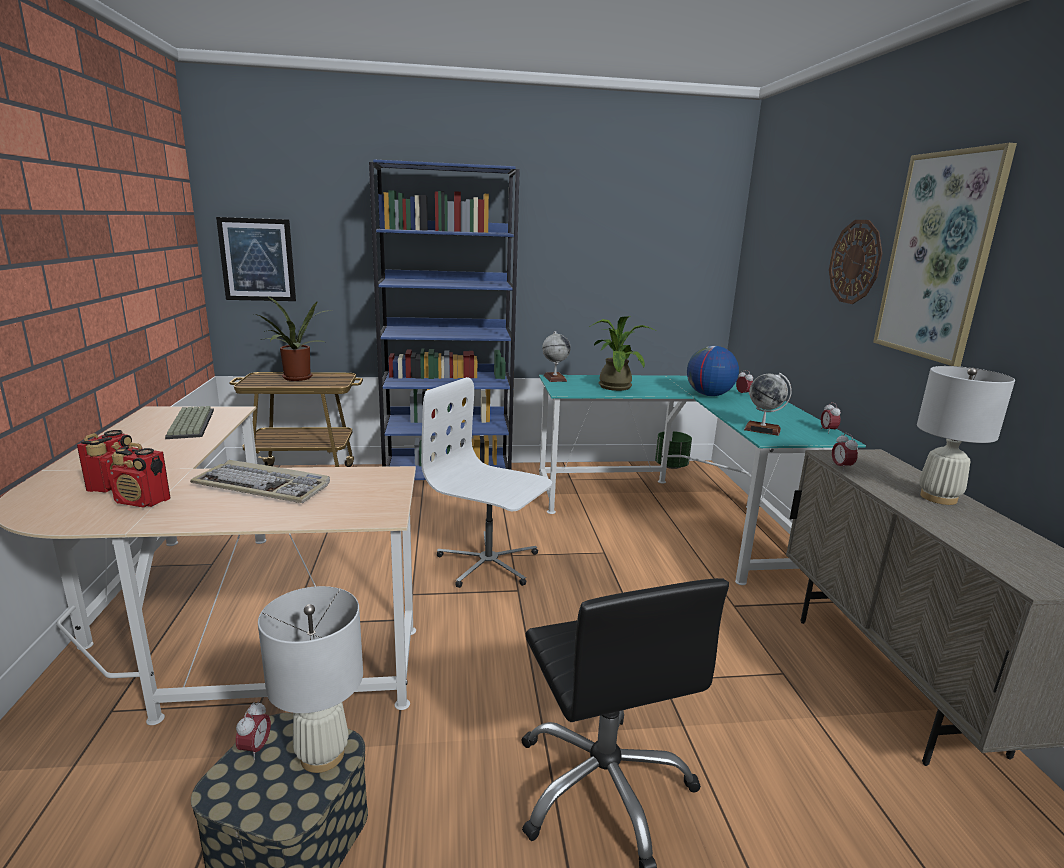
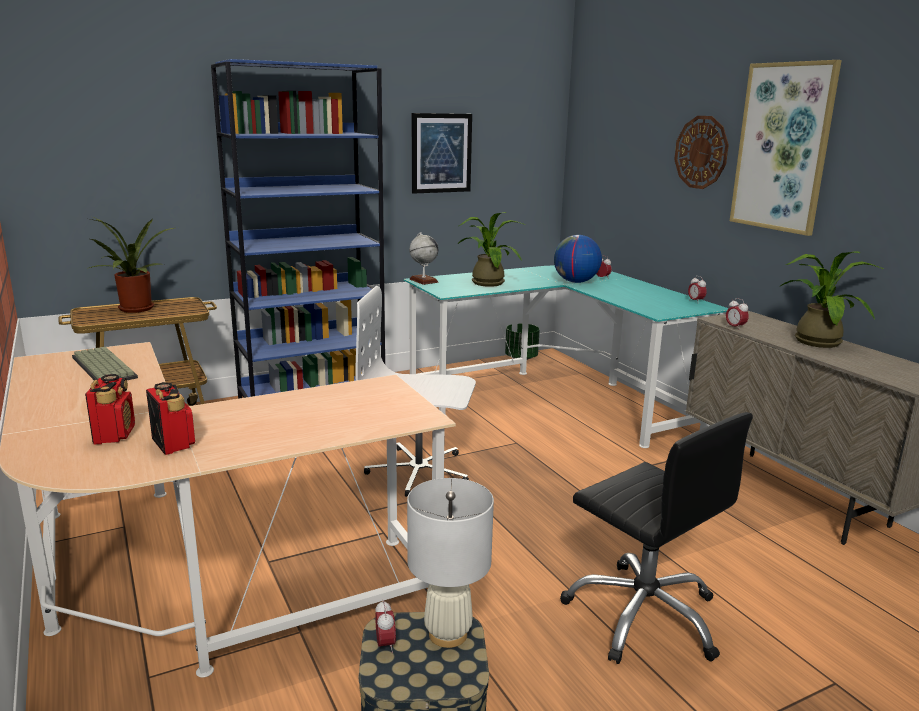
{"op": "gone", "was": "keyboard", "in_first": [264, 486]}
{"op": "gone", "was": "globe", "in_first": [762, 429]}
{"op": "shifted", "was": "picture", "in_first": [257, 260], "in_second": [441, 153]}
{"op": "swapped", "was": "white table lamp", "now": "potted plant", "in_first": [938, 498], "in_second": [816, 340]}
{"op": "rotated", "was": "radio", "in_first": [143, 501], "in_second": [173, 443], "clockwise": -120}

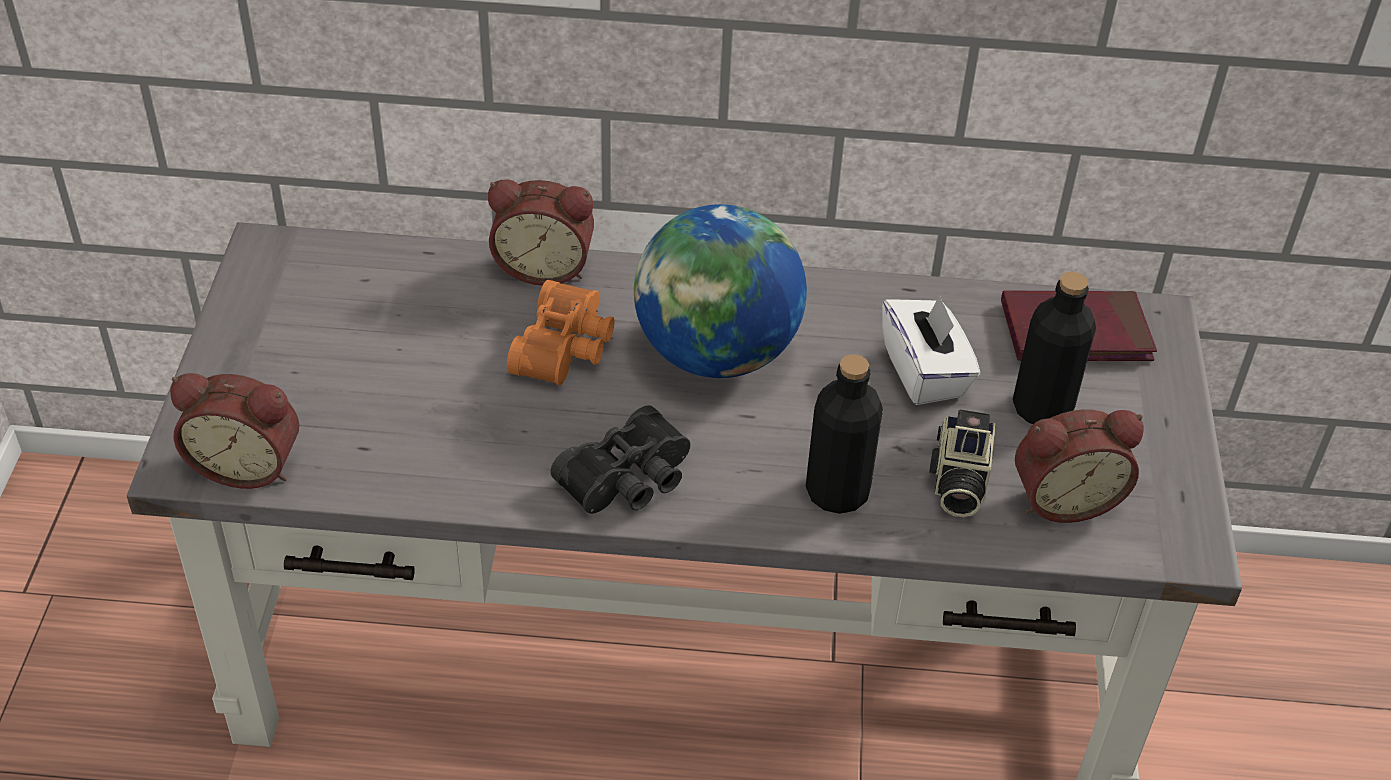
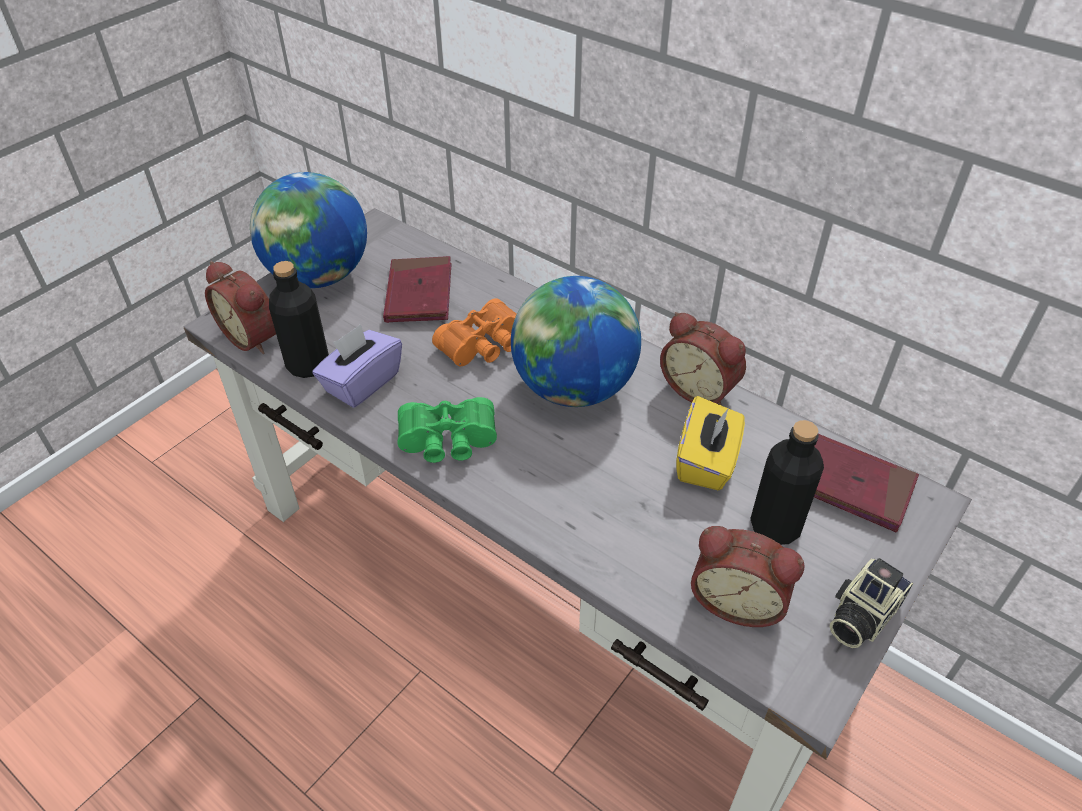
{"op": "new", "now": "globe", "in_second": [319, 276]}
{"op": "new", "now": "purple tissue box", "in_second": [362, 383]}
{"op": "new", "now": "red book", "in_second": [419, 294]}
{"op": "shifted", "was": "alarm clock", "in_first": [544, 266], "in_second": [700, 388]}
{"op": "shifted", "was": "black bottle", "in_first": [837, 492], "in_second": [308, 365]}
{"op": "shifted", "was": "photo camera", "in_first": [957, 483], "in_second": [860, 616]}
{"op": "repainted", "was": "black binoculars", "now": "green binoculars", "in_first": [629, 480], "in_second": [448, 442]}
{"op": "repainted", "was": "white tissue box", "now": "yellow tissue box", "in_first": [925, 372], "in_second": [706, 462]}

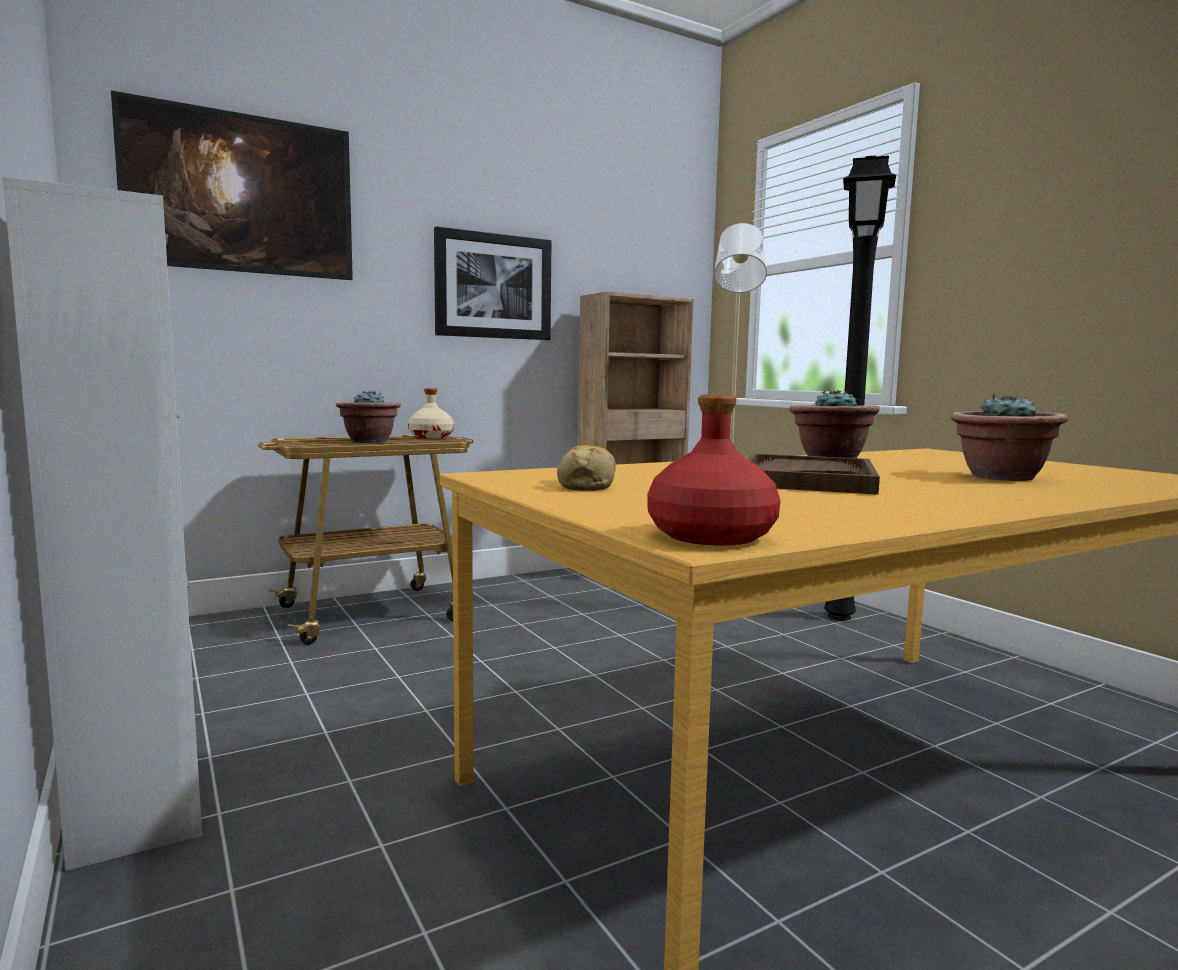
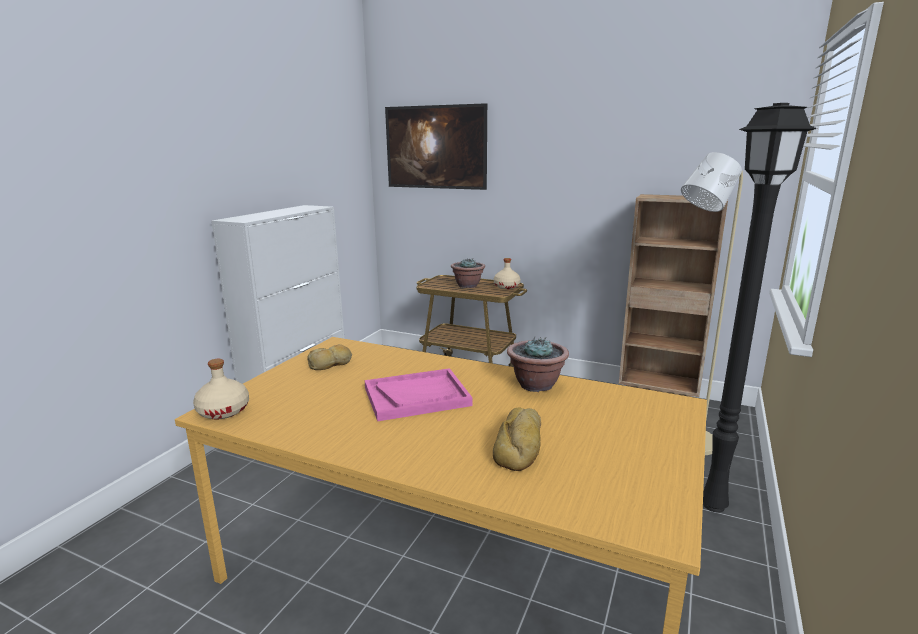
{"op": "gone", "was": "picture", "in_first": [493, 286]}
{"op": "swapped", "was": "potted plant", "now": "bread", "in_first": [1001, 477], "in_second": [521, 445]}
{"op": "repainted", "was": "red bottle", "now": "beige bottle", "in_first": [709, 535], "in_second": [223, 411]}
{"op": "repainted", "was": "brown tray", "now": "pink tray", "in_first": [806, 479], "in_second": [417, 396]}

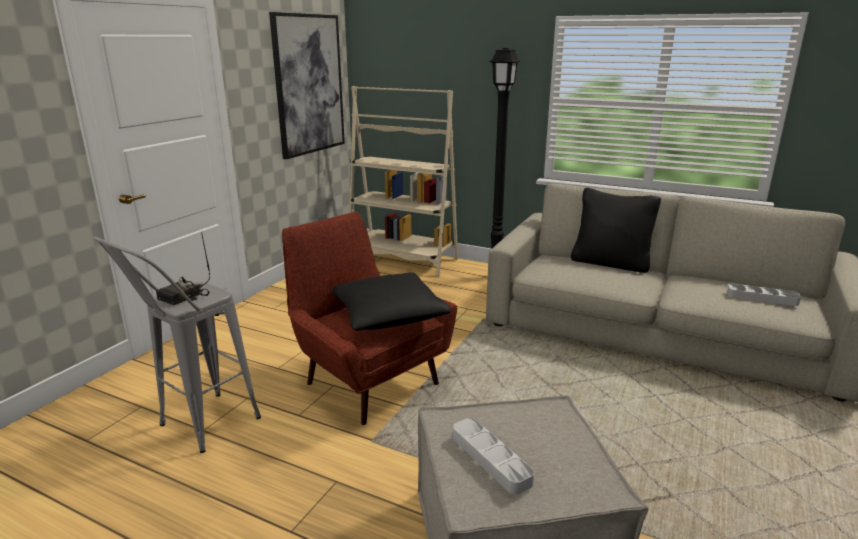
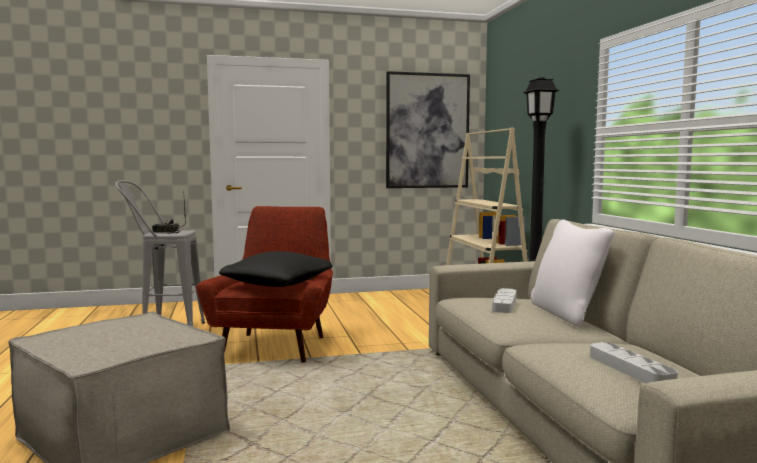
{"op": "shifted", "was": "grey tray", "in_first": [490, 459], "in_second": [504, 304]}
{"op": "repainted", "was": "black pillow", "now": "white pillow", "in_first": [610, 263], "in_second": [567, 314]}

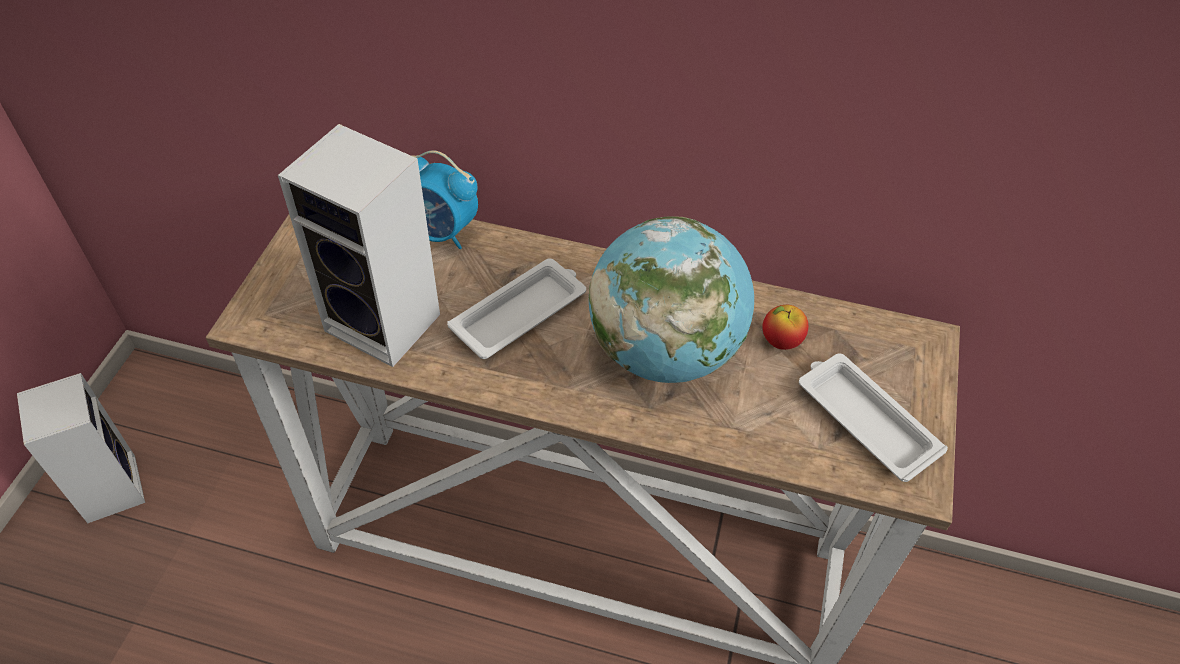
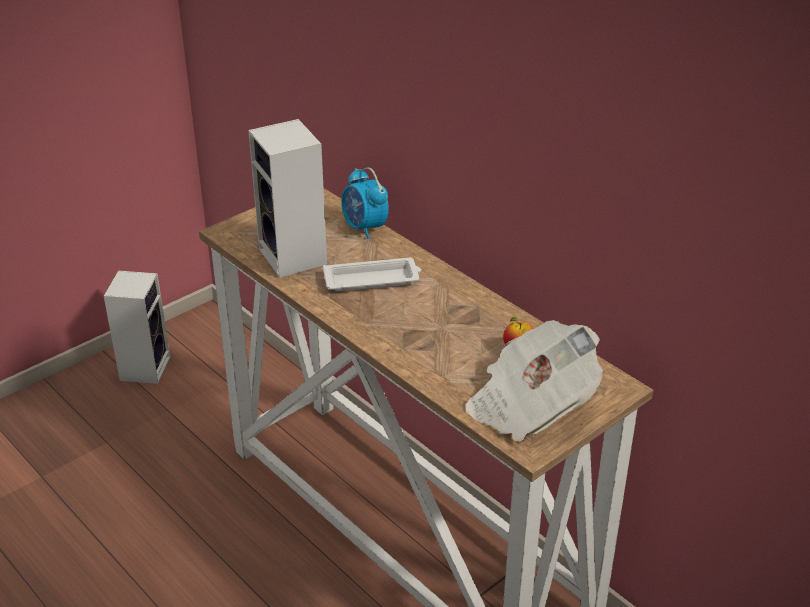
{"op": "gone", "was": "globe", "in_first": [663, 351]}
{"op": "swapped", "was": "white tray", "now": "newspaper", "in_first": [864, 419], "in_second": [530, 406]}

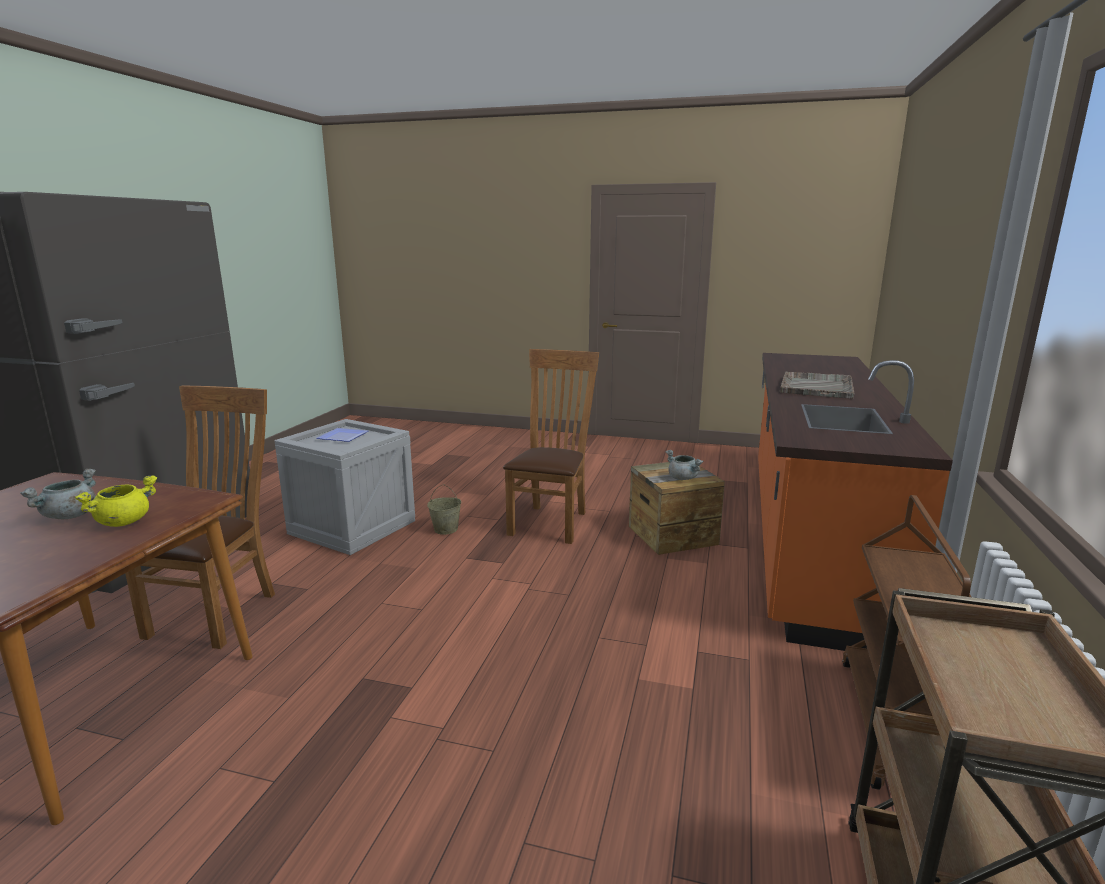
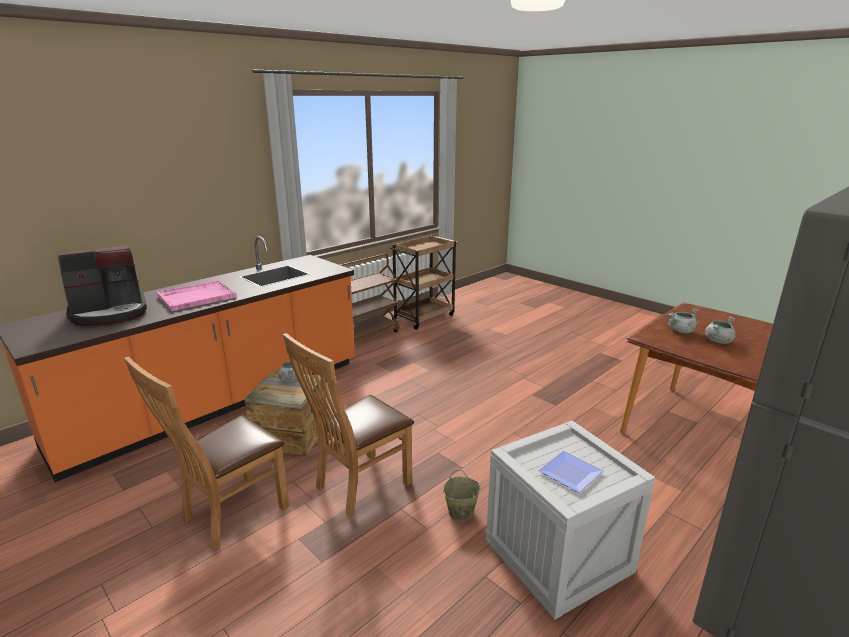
{"op": "new", "now": "coffee machine", "in_second": [110, 313]}
{"op": "shifted", "was": "brown chair", "in_first": [219, 611], "in_second": [229, 514]}
{"op": "repainted", "was": "yellow cooking pot", "now": "grey cooking pot", "in_first": [123, 522], "in_second": [680, 331]}
{"op": "repainted", "was": "grey tray", "now": "pink tray", "in_first": [816, 387], "in_second": [196, 297]}

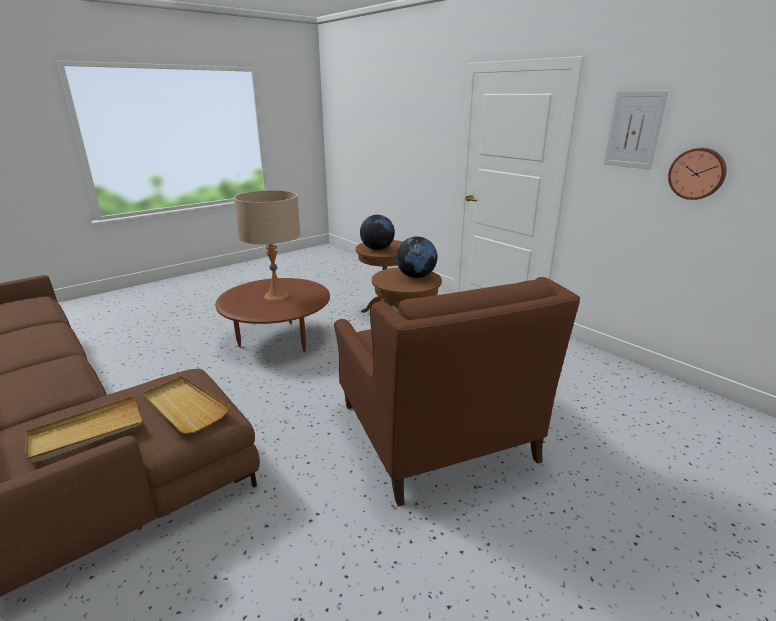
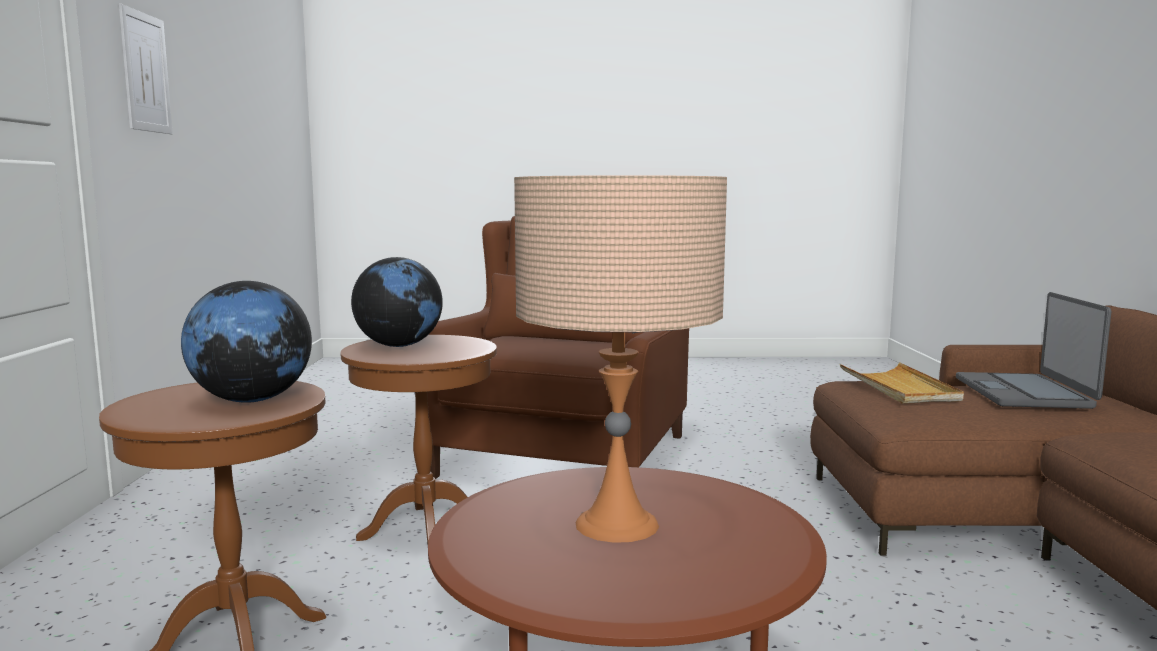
{"op": "gone", "was": "wall clock", "in_first": [697, 173]}
{"op": "swapped", "was": "beige tray", "now": "laptop", "in_first": [86, 432], "in_second": [1024, 393]}

